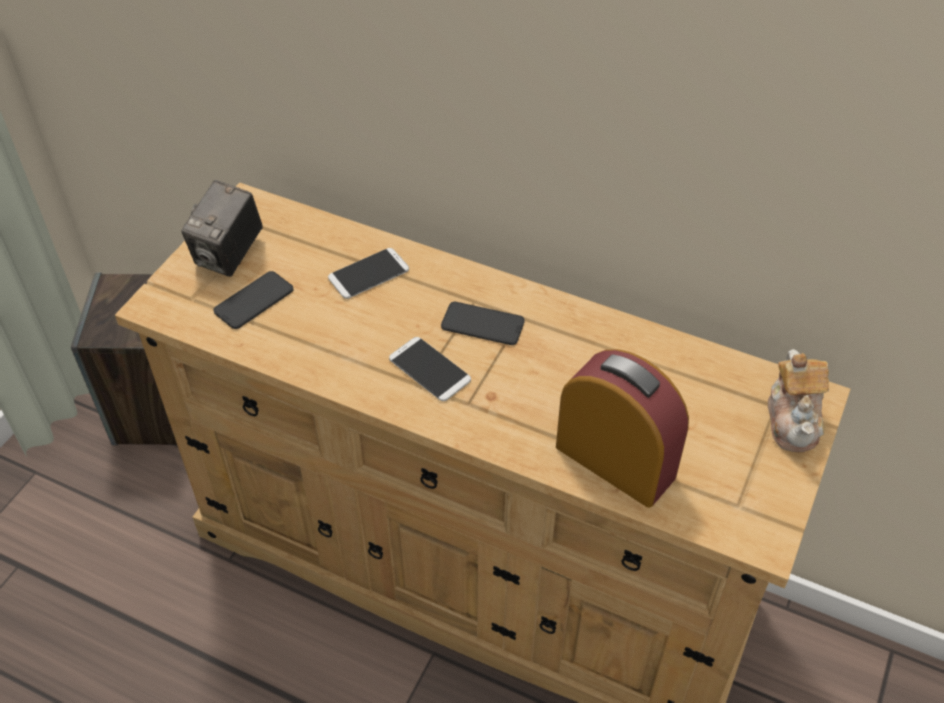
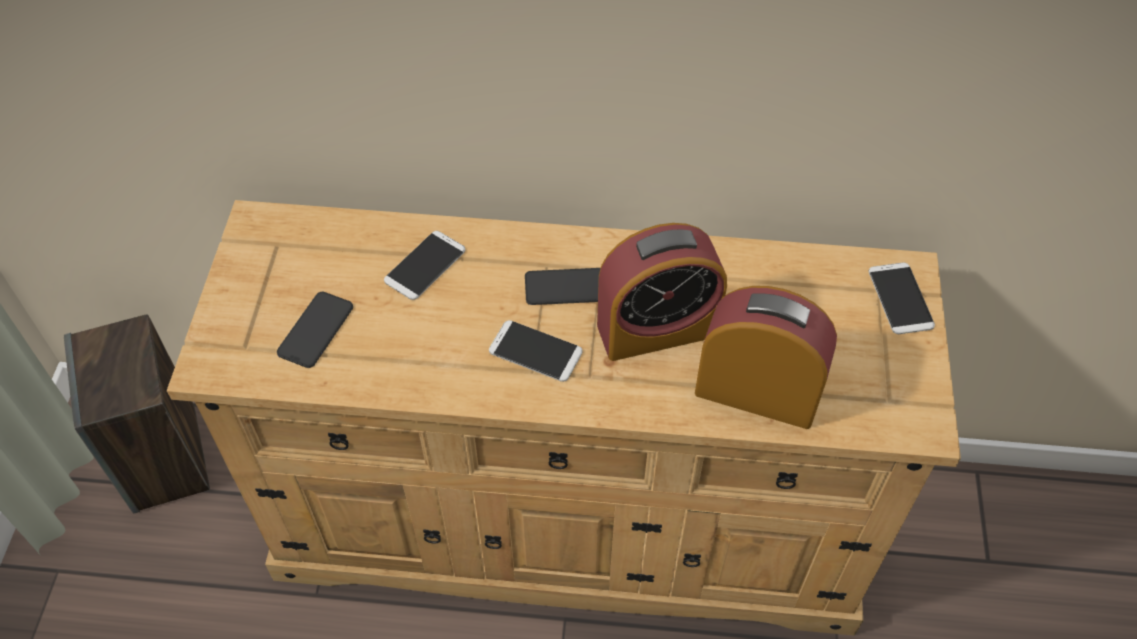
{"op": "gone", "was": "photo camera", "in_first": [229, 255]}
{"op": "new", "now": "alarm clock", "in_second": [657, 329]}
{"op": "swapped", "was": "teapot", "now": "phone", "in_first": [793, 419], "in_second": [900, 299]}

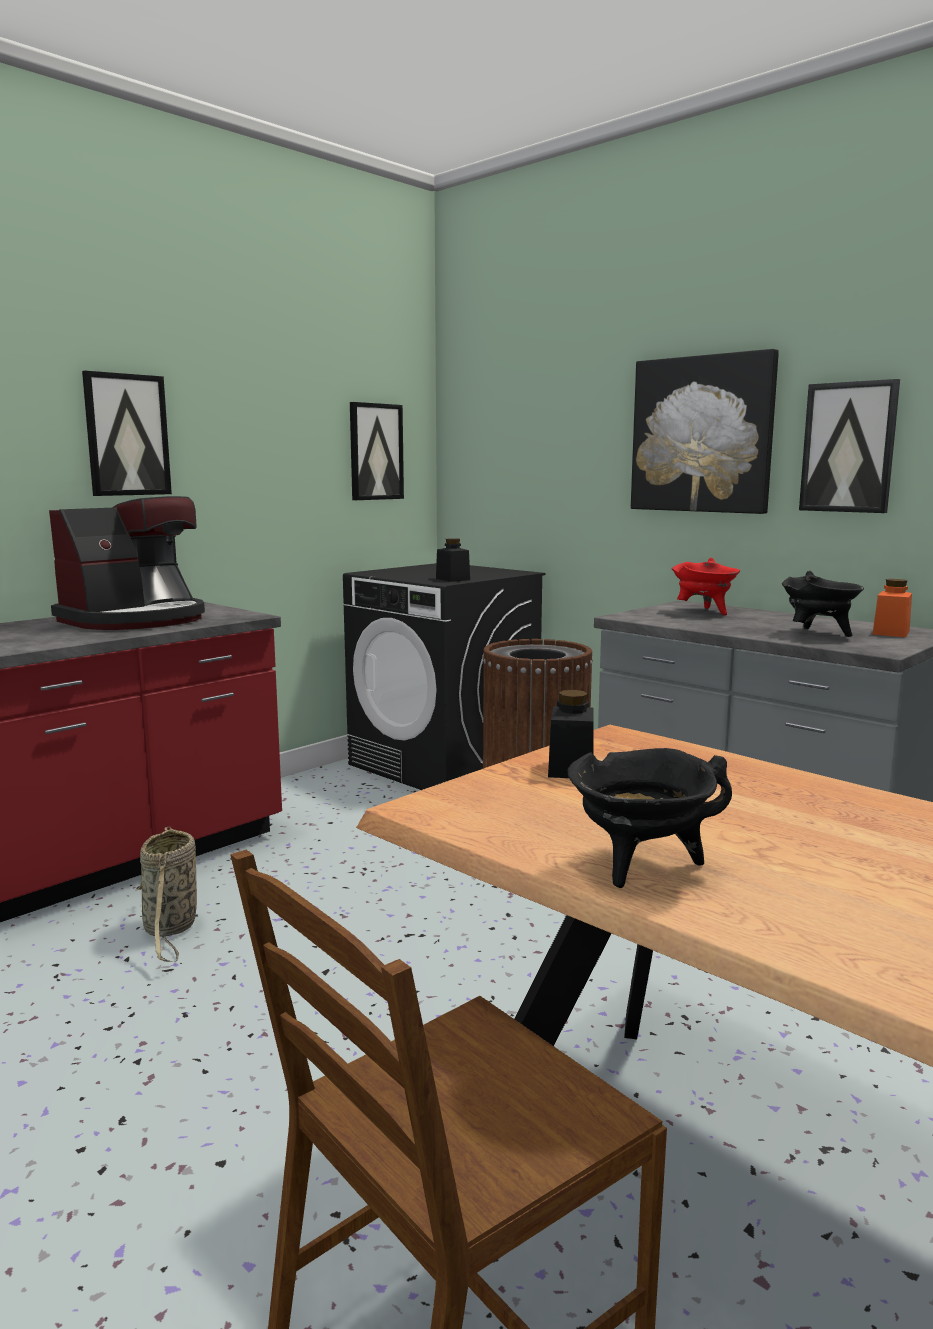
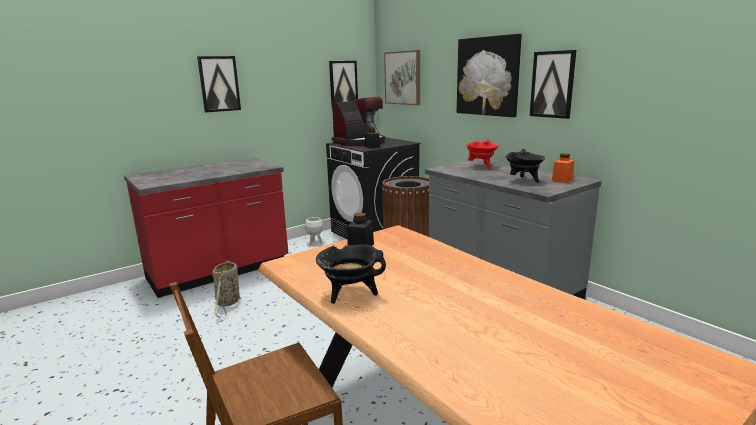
{"op": "new", "now": "white planter", "in_second": [315, 242]}
{"op": "new", "now": "picture", "in_second": [403, 78]}
{"op": "shifted", "was": "coffee machine", "in_first": [135, 620], "in_second": [360, 142]}

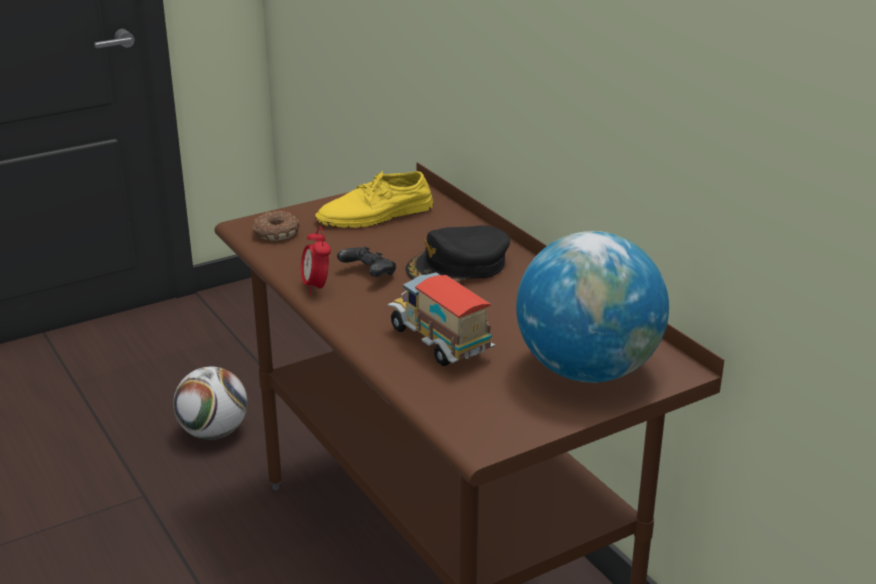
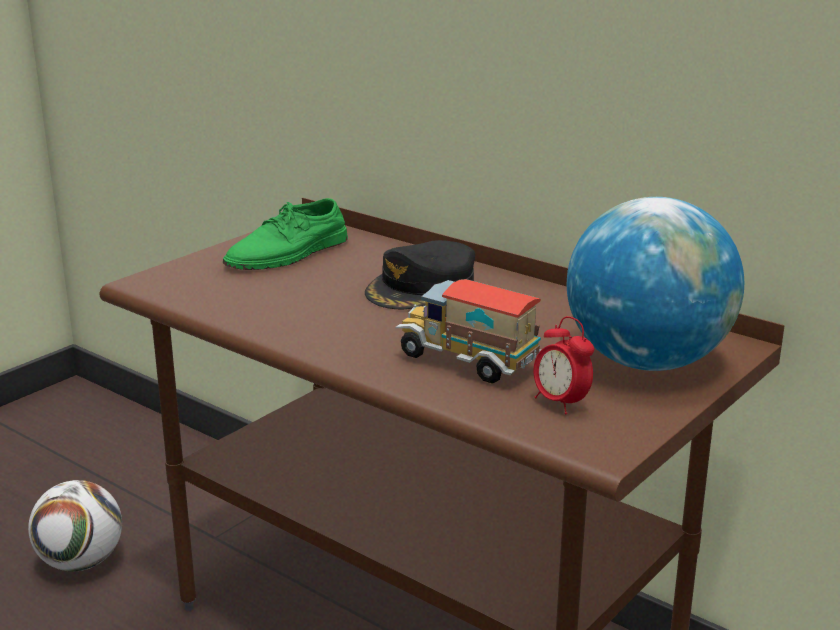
{"op": "gone", "was": "donut", "in_first": [275, 233]}
{"op": "gone", "was": "black game controller", "in_first": [368, 274]}
{"op": "shifted", "was": "alarm clock", "in_first": [316, 287], "in_second": [560, 403]}
{"op": "repainted", "was": "yellow shoe", "now": "green shoe", "in_first": [375, 215], "in_second": [288, 254]}

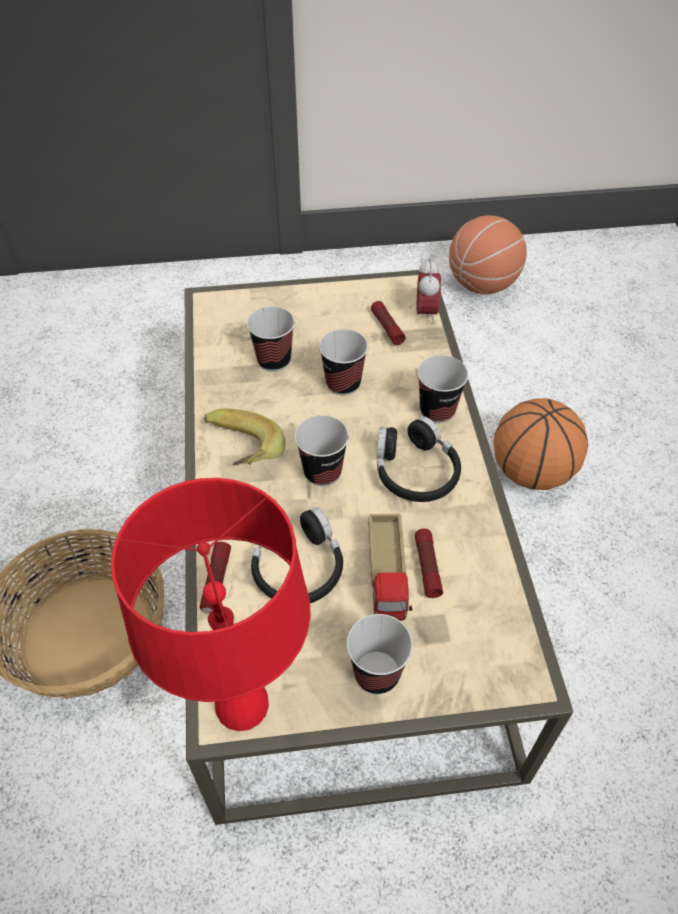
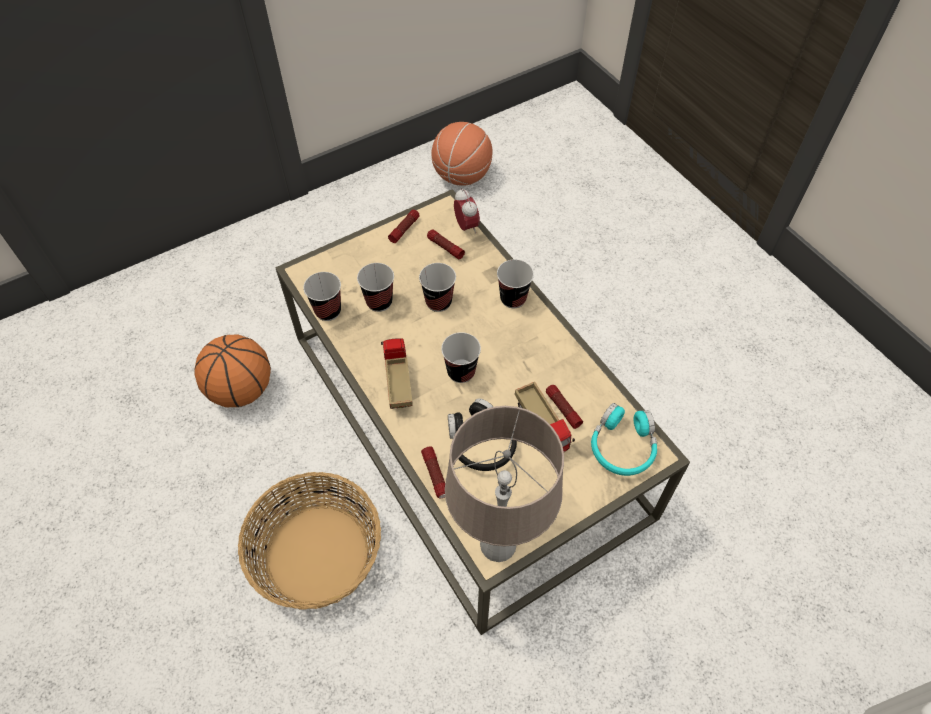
{"op": "gone", "was": "black headphones", "in_first": [415, 471]}
{"op": "new", "now": "flashlight", "in_second": [404, 229]}
{"op": "new", "now": "turquoise headphones", "in_second": [622, 446]}
{"op": "shifted", "was": "cup", "in_first": [376, 674], "in_second": [328, 311]}
{"op": "shifted", "was": "basketball", "in_first": [531, 472], "in_second": [241, 390]}
{"op": "swapped", "was": "banana", "now": "toy truck", "in_first": [239, 456], "in_second": [397, 382]}
{"op": "repainted", "was": "red table lamp", "now": "beige table lamp", "in_first": [241, 705], "in_second": [498, 545]}

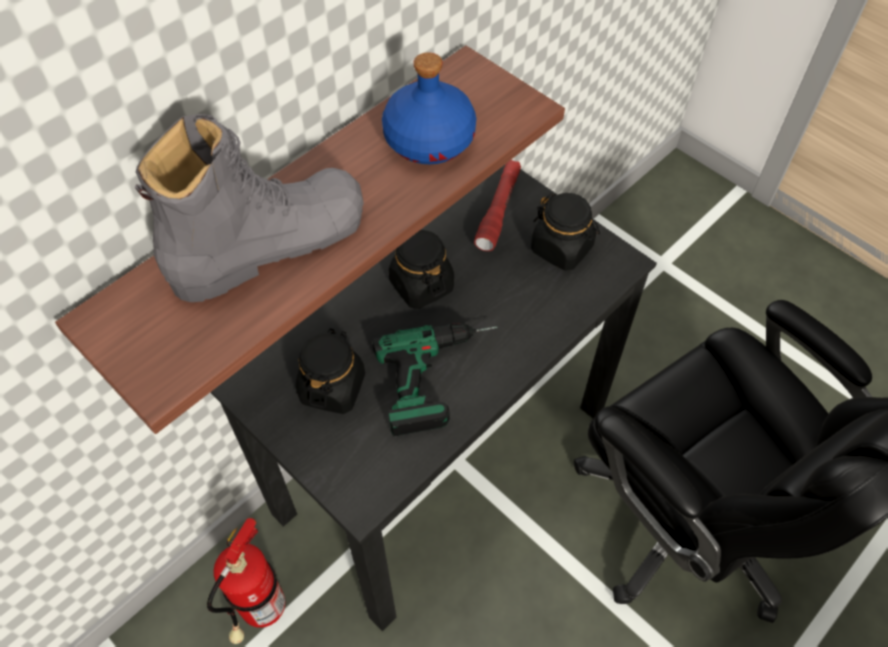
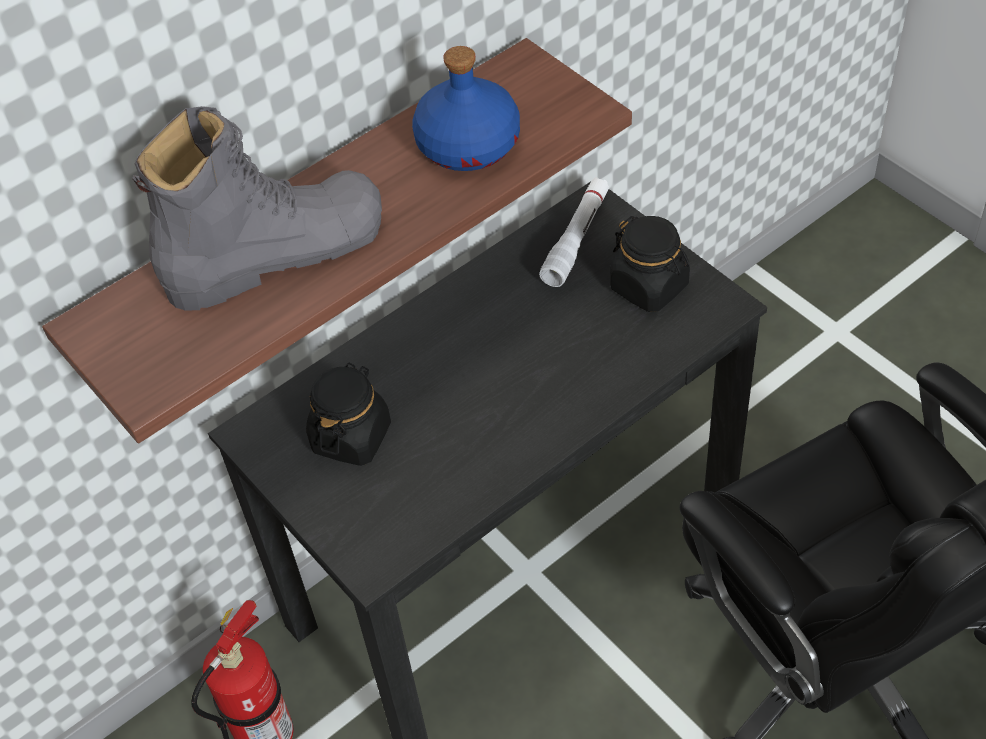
{"op": "gone", "was": "power drill", "in_first": [443, 377]}
{"op": "gone", "was": "black jar", "in_first": [421, 285]}
{"op": "repainted", "was": "red flashlight", "now": "white flashlight", "in_first": [499, 210], "in_second": [576, 239]}

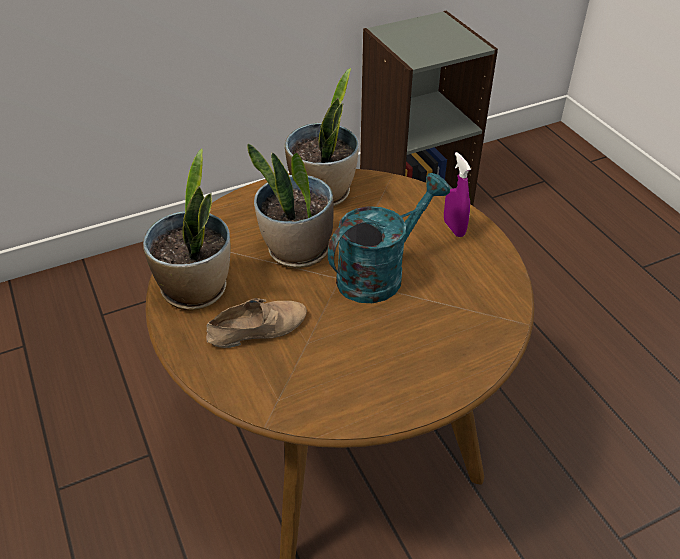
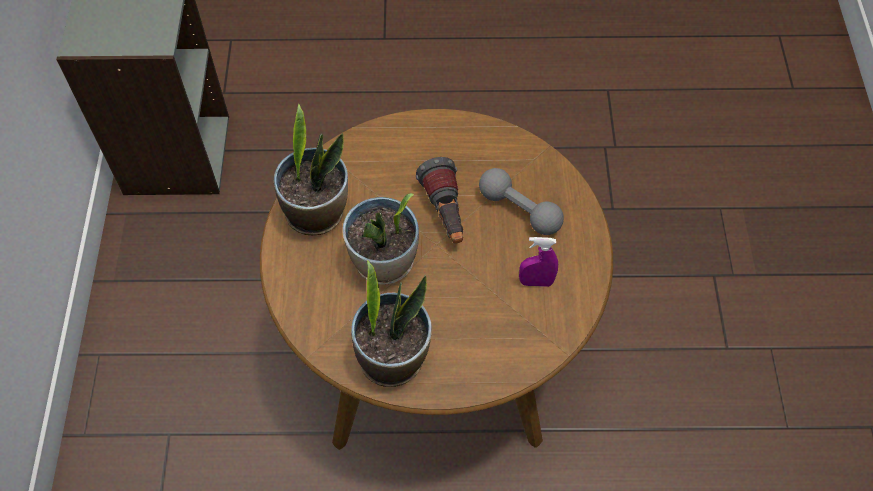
{"op": "gone", "was": "beige shoe", "in_first": [257, 328]}
{"op": "new", "now": "grey dumbbell", "in_second": [519, 210]}
{"op": "shifted", "was": "purple spray bottle", "in_first": [454, 228], "in_second": [536, 282]}
{"op": "swapped", "was": "turquoise watering can", "now": "flashlight", "in_first": [379, 273], "in_second": [445, 214]}

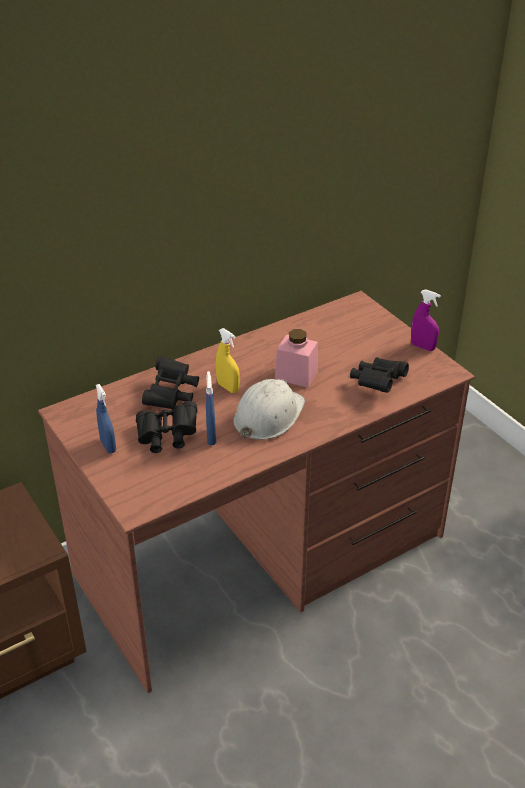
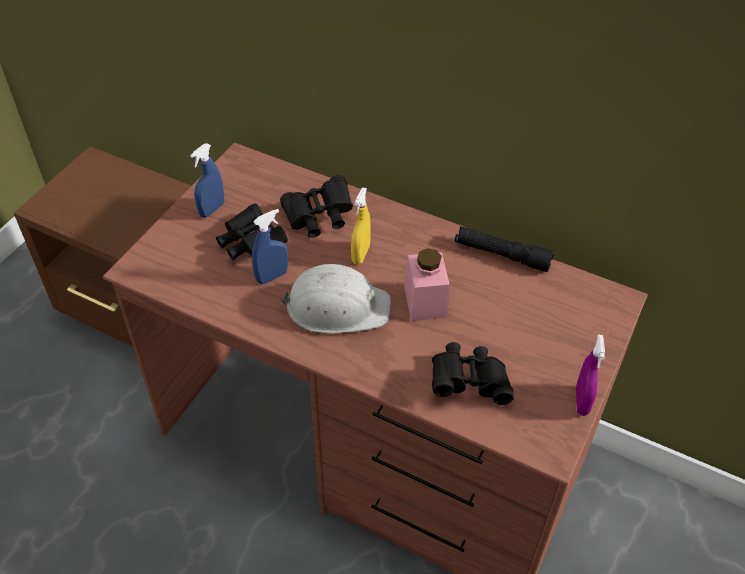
{"op": "new", "now": "black flashlight", "in_second": [502, 255]}

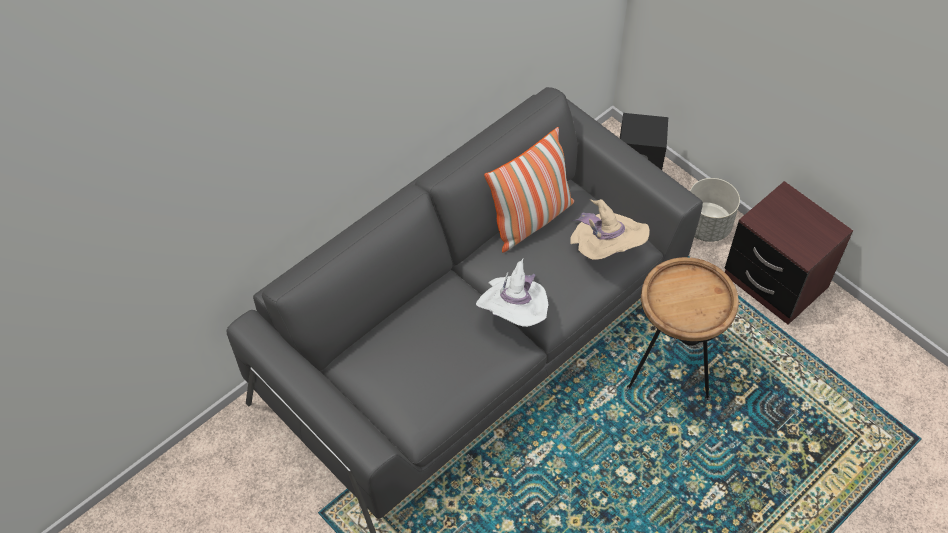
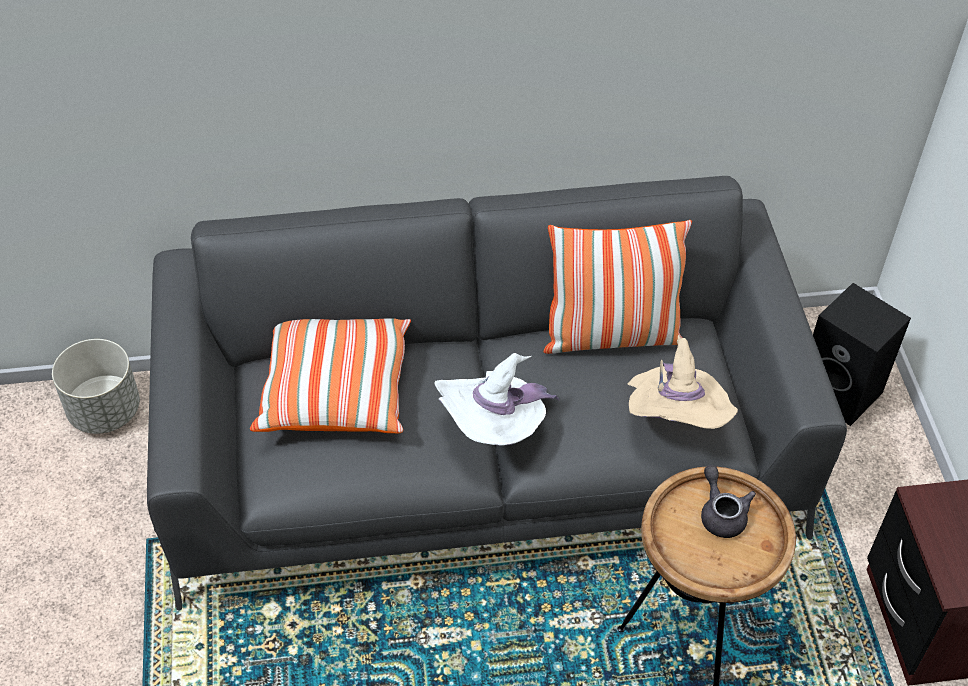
{"op": "new", "now": "pillow", "in_second": [335, 389]}
{"op": "new", "now": "grey teapot", "in_second": [721, 513]}
{"op": "shifted", "was": "grey planter", "in_first": [706, 226], "in_second": [105, 410]}

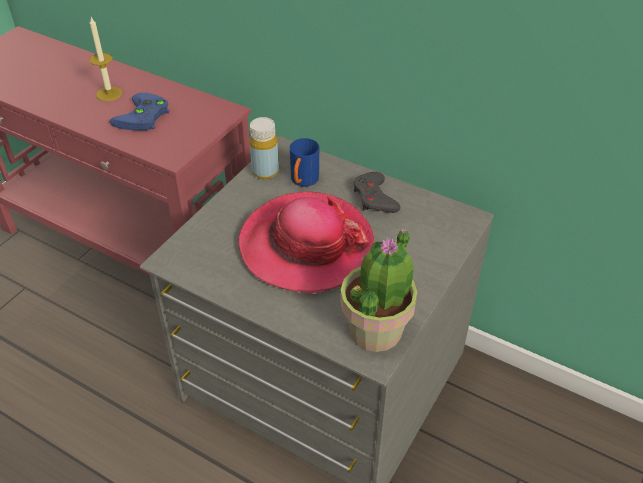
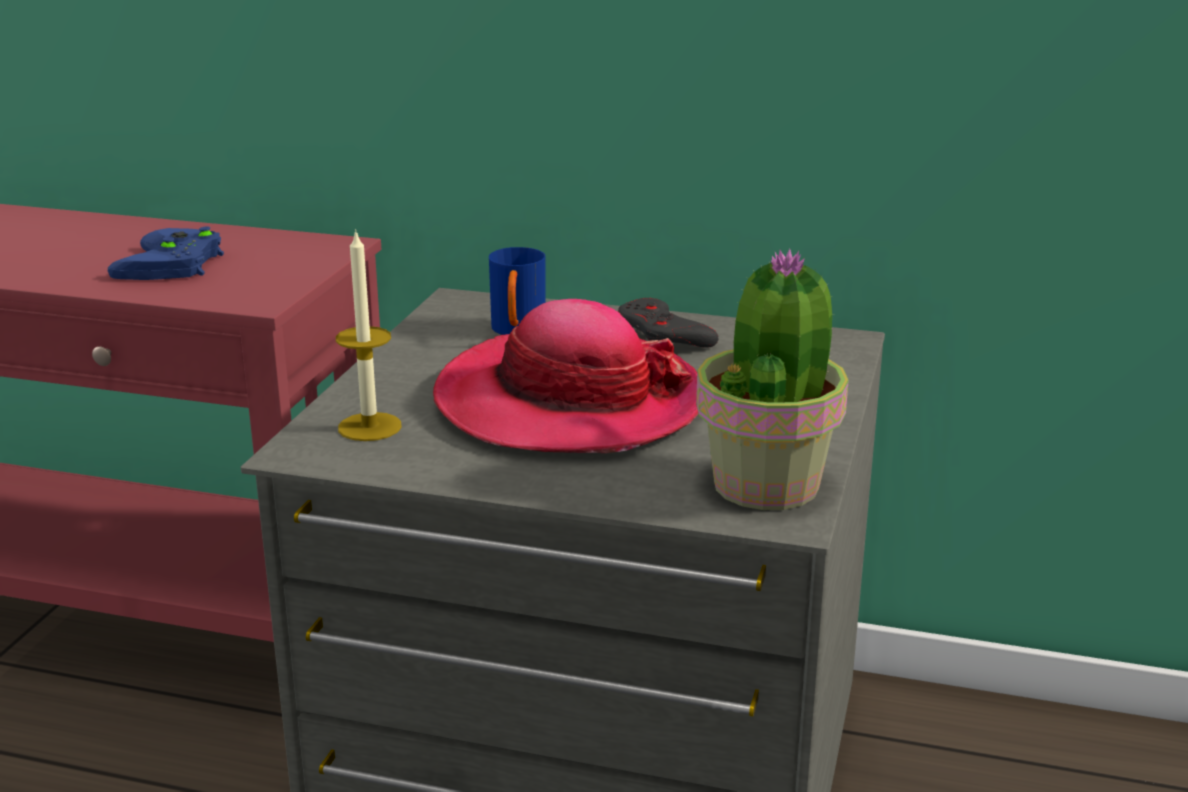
{"op": "gone", "was": "yellow bottle", "in_first": [265, 172]}
{"op": "shifted", "was": "candle", "in_first": [109, 94], "in_second": [369, 427]}

